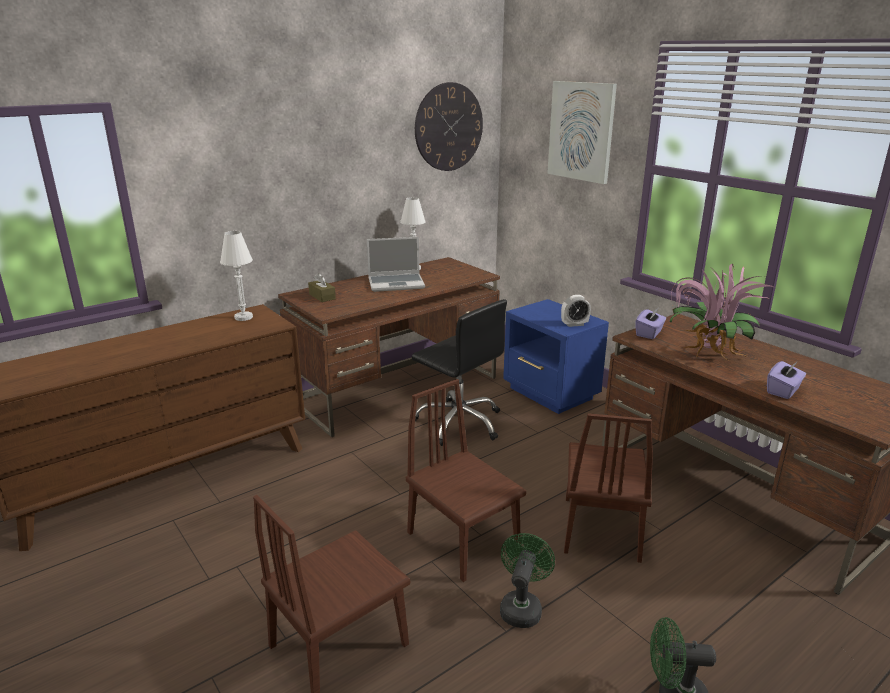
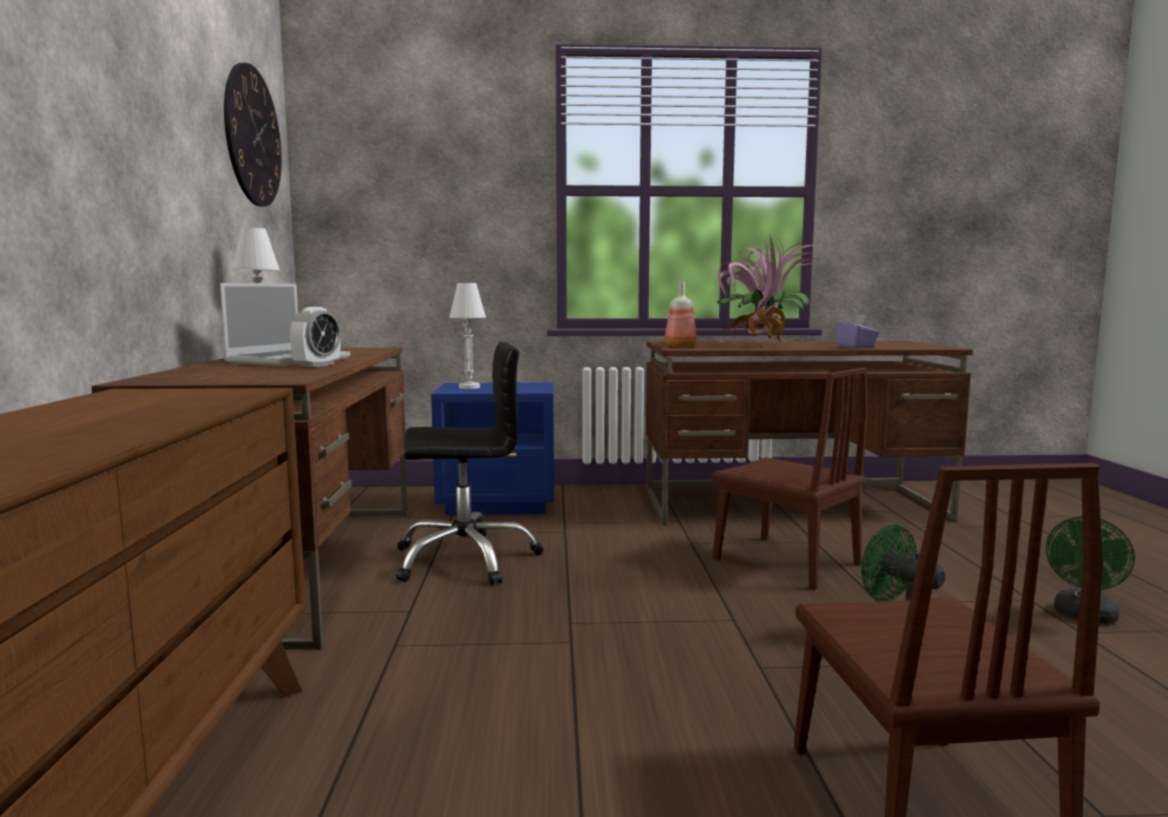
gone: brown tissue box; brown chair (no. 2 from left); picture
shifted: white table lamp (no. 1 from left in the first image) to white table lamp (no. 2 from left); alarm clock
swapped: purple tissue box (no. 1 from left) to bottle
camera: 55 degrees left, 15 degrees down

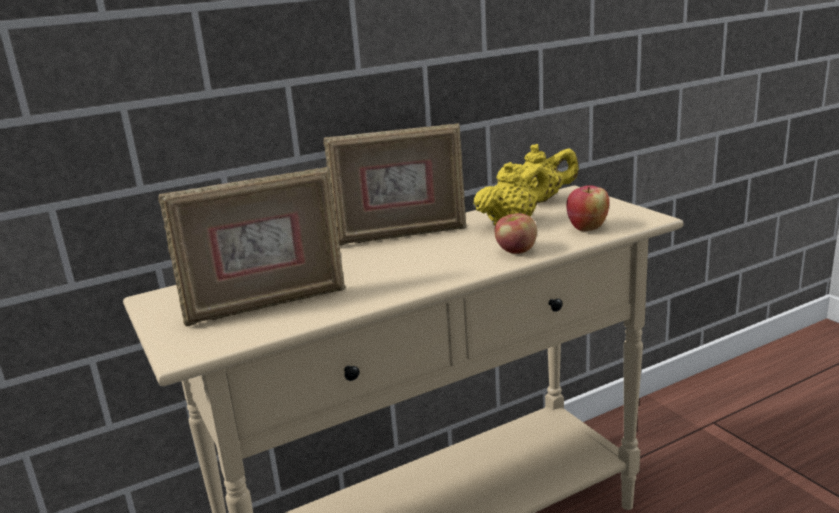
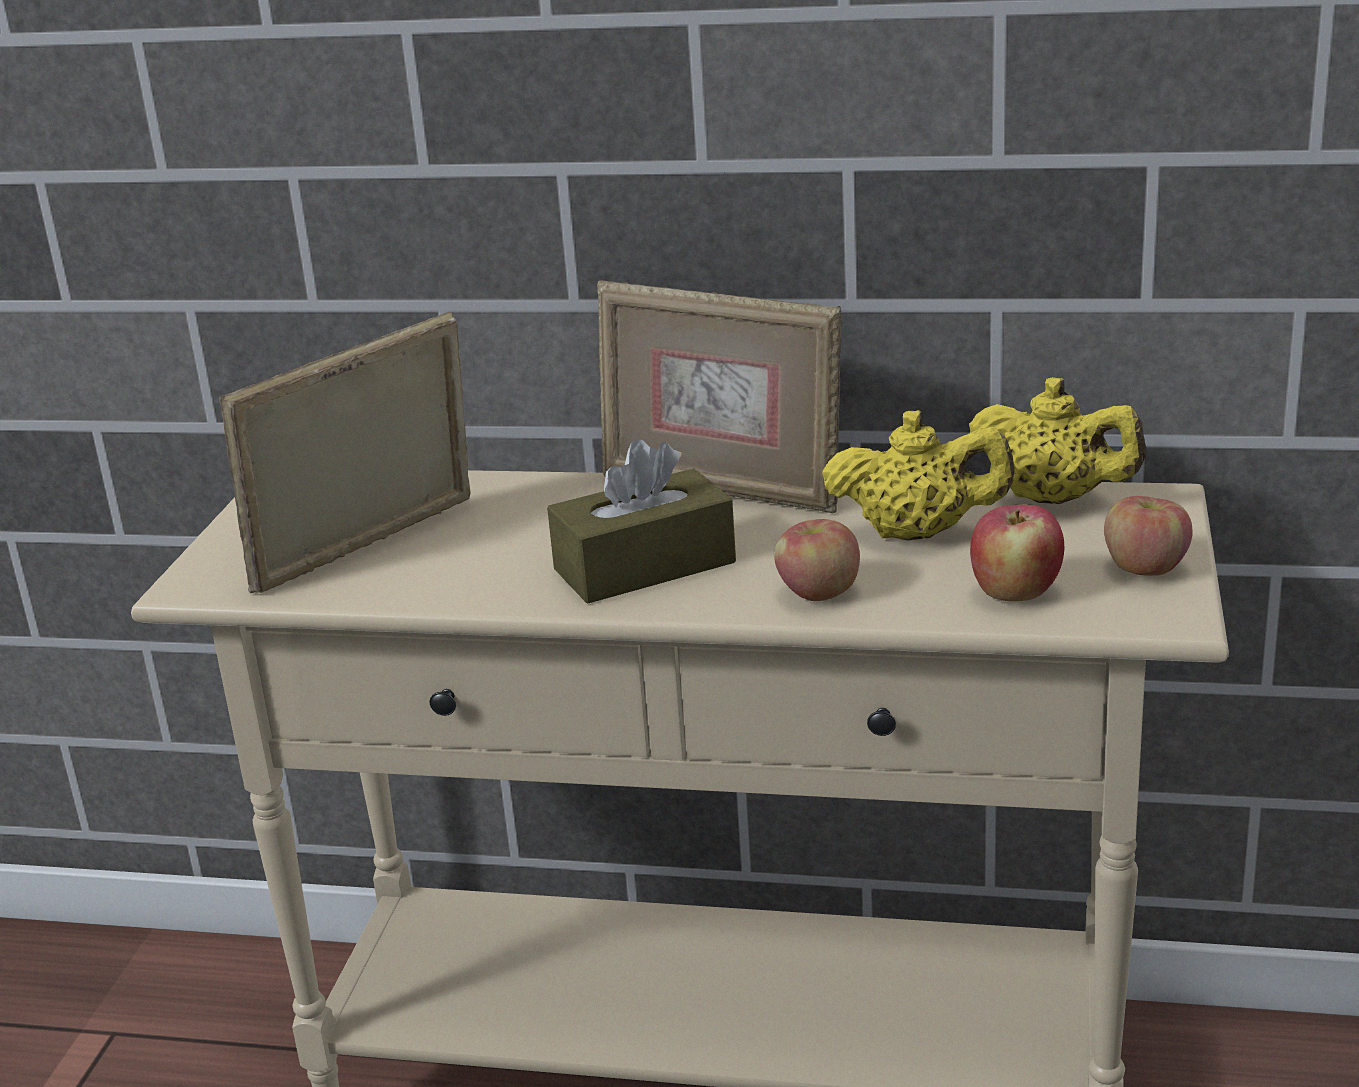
new: brown tissue box; apple (no. 3 from left)
rotated: picture frame (no. 1 from left) 120 degrees clockwise
camera: 40 degrees right, 5 degrees up

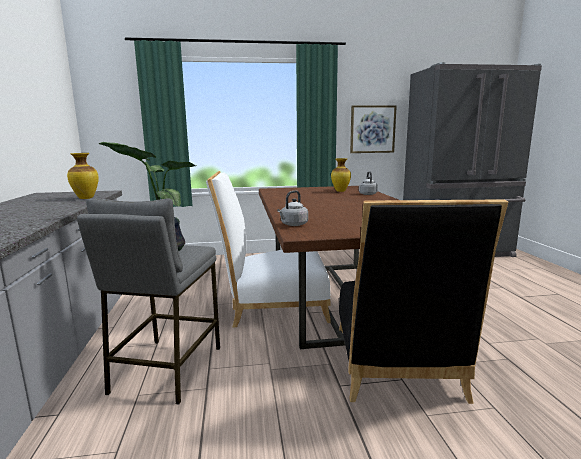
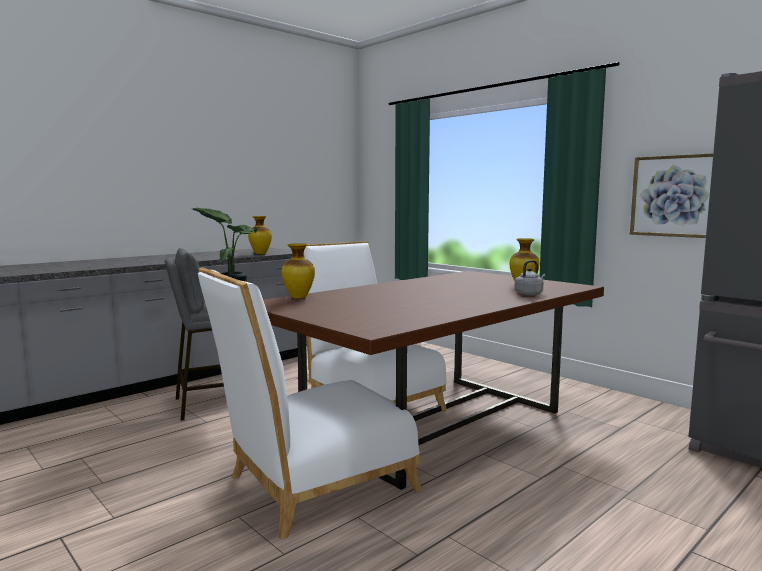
swapped: grey kettle (no. 1 from left) to vase (no. 2 from left)
repainted: black chair to white chair (no. 1 from left)
camera: 55 degrees right, 5 degrees down

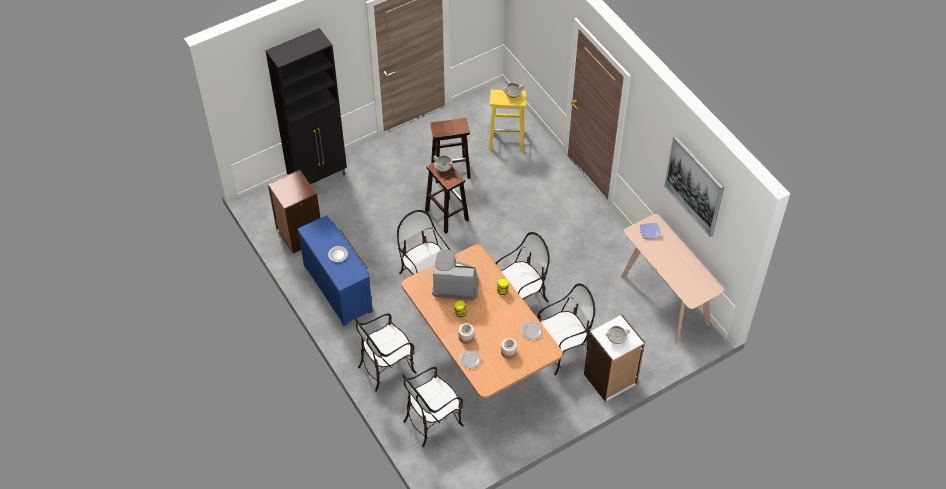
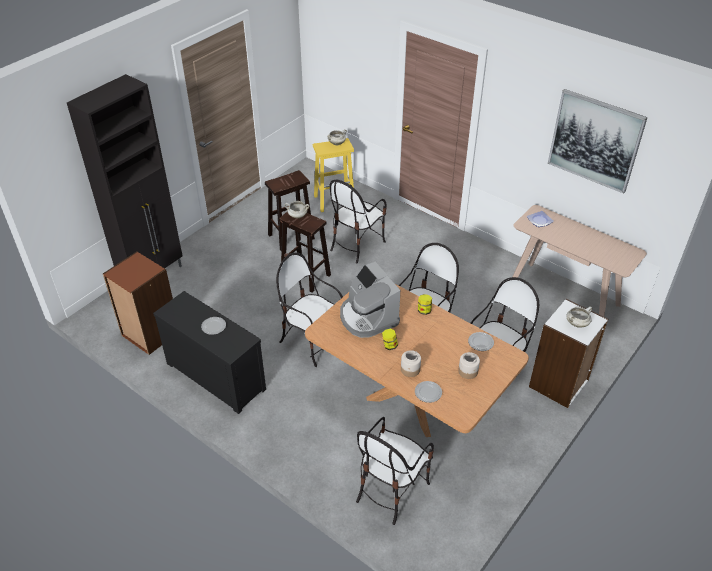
shifted: chair (no. 1 from left in the first image) to chair (no. 2 from left)
repainted: blue dresser to black dresser
rotated: coffee machine 105 degrees counterclockwise
camera: 20 degrees left, 10 degrees down

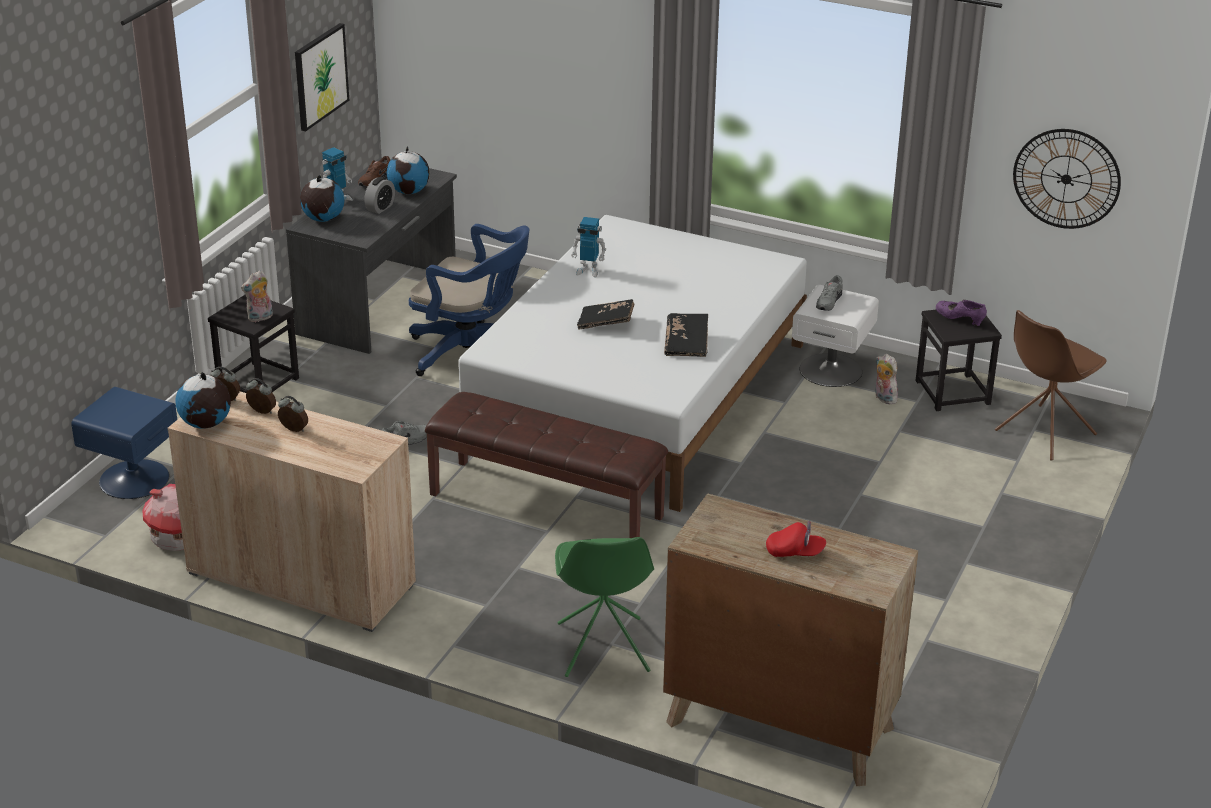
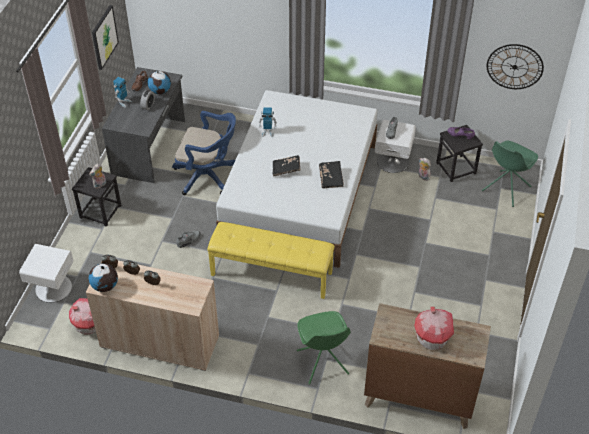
gone: globe (no. 2 from left)
swapped: red cap to toy house (no. 2 from left)
repainted: blue nightstand to white nightstand (no. 1 from left); brown bench to yellow bench; brown chair to green chair (no. 2 from left)
camera: 10 degrees left, 15 degrees up

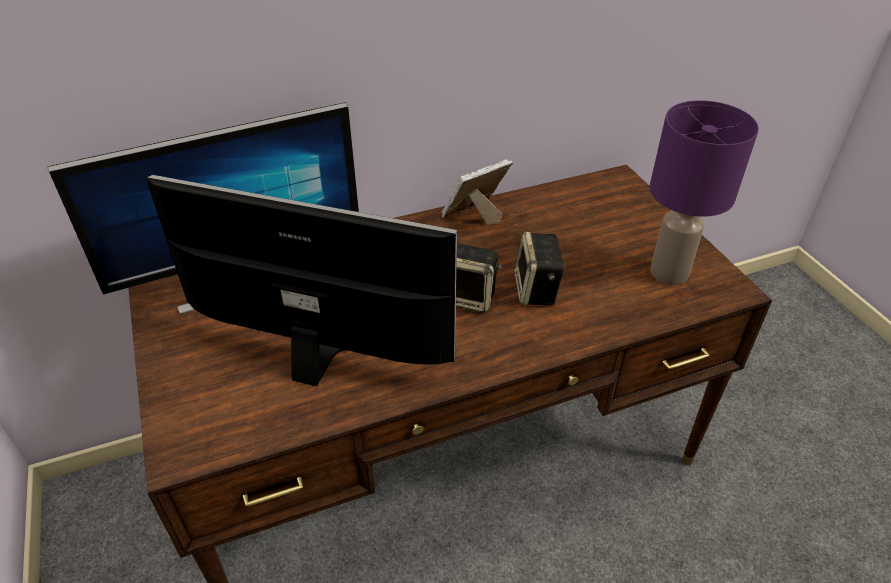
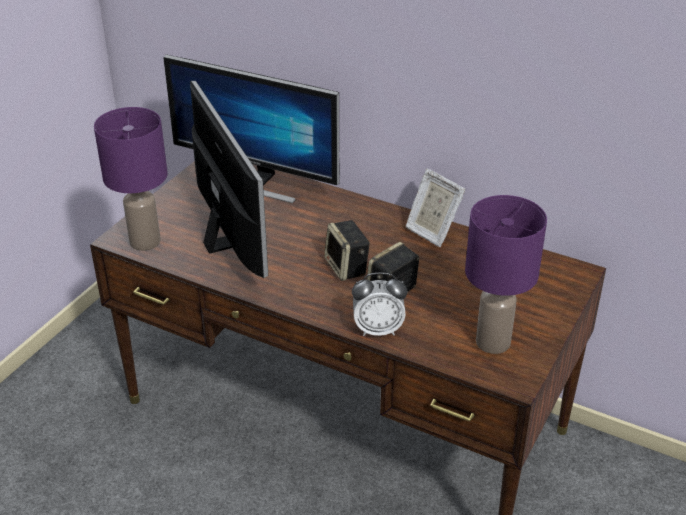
new: purple table lamp (no. 1 from left); alarm clock
rotated: picture frame 150 degrees counterclockwise
camera: 50 degrees right, 5 degrees down

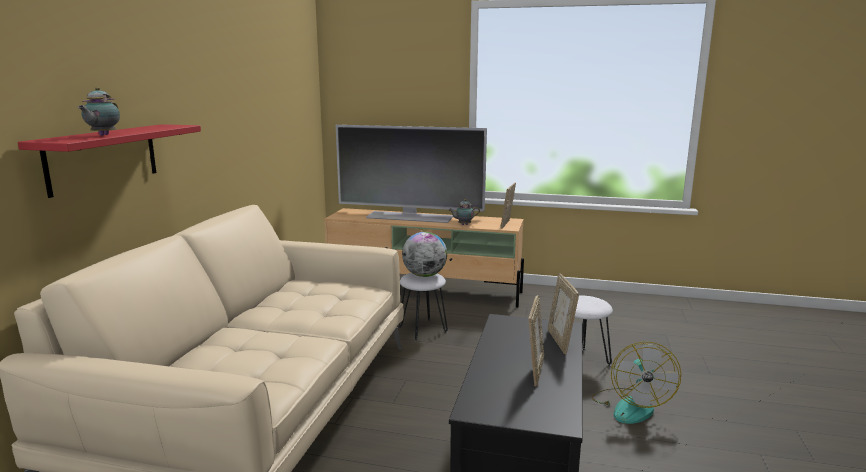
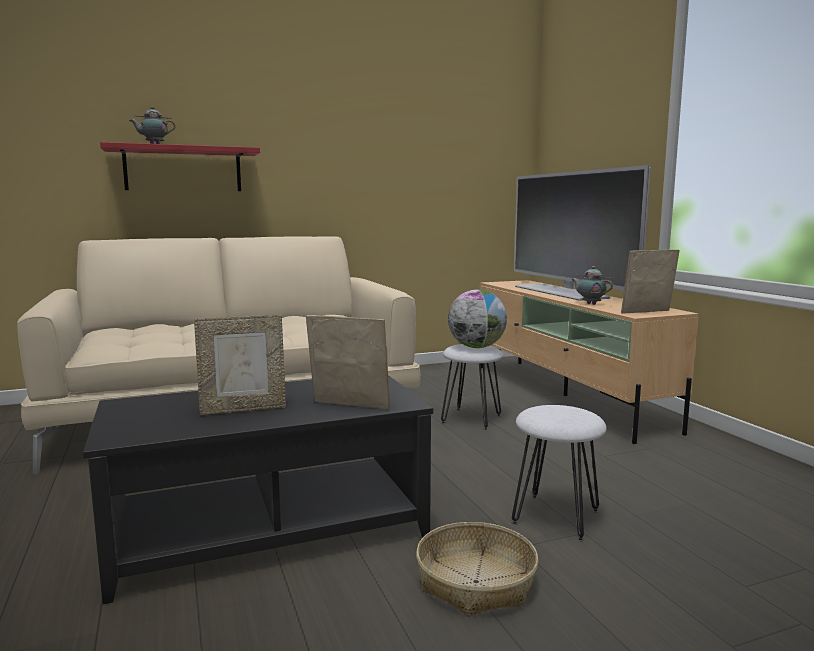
swapped: fan to basket
rotated: picture frame (no. 3 from left in the first image) 60 degrees clockwise
camera: 55 degrees right, 5 degrees down

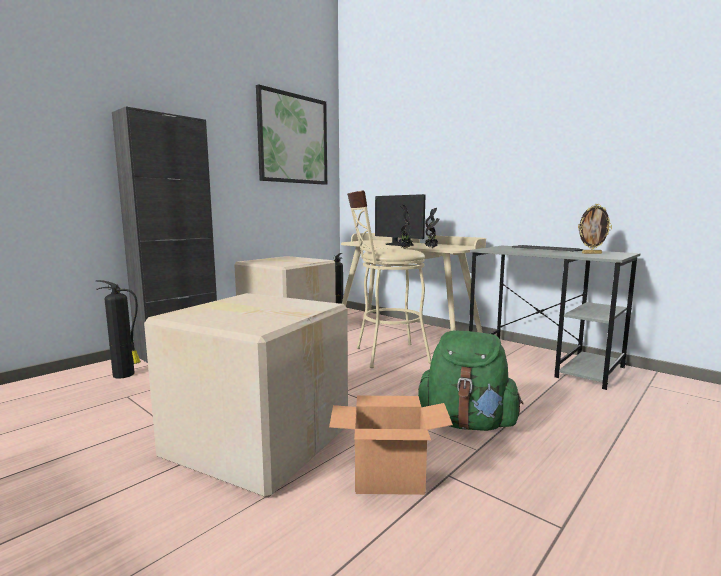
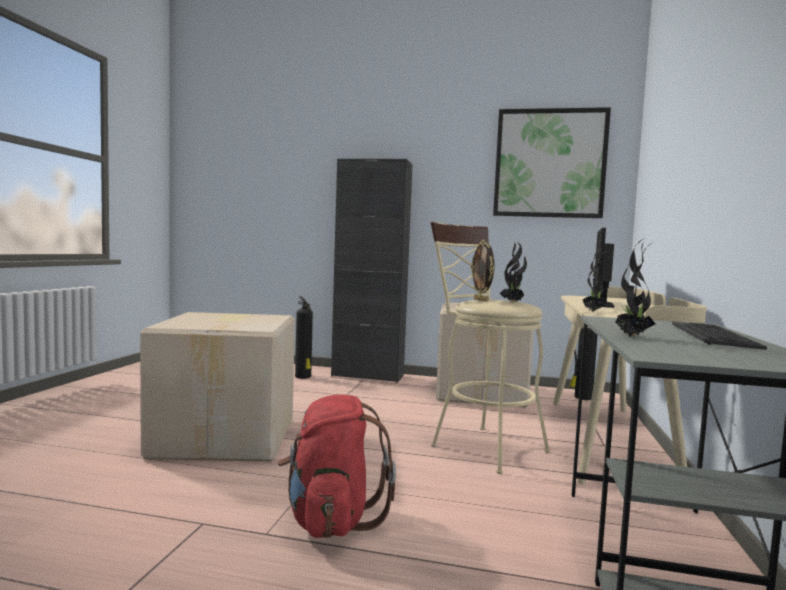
gone: cardboard box (no. 3 from left)
new: potted plant (no. 3 from left)
shifted: picture frame
repainted: green backpack to red backpack
camera: 60 degrees right, 5 degrees down

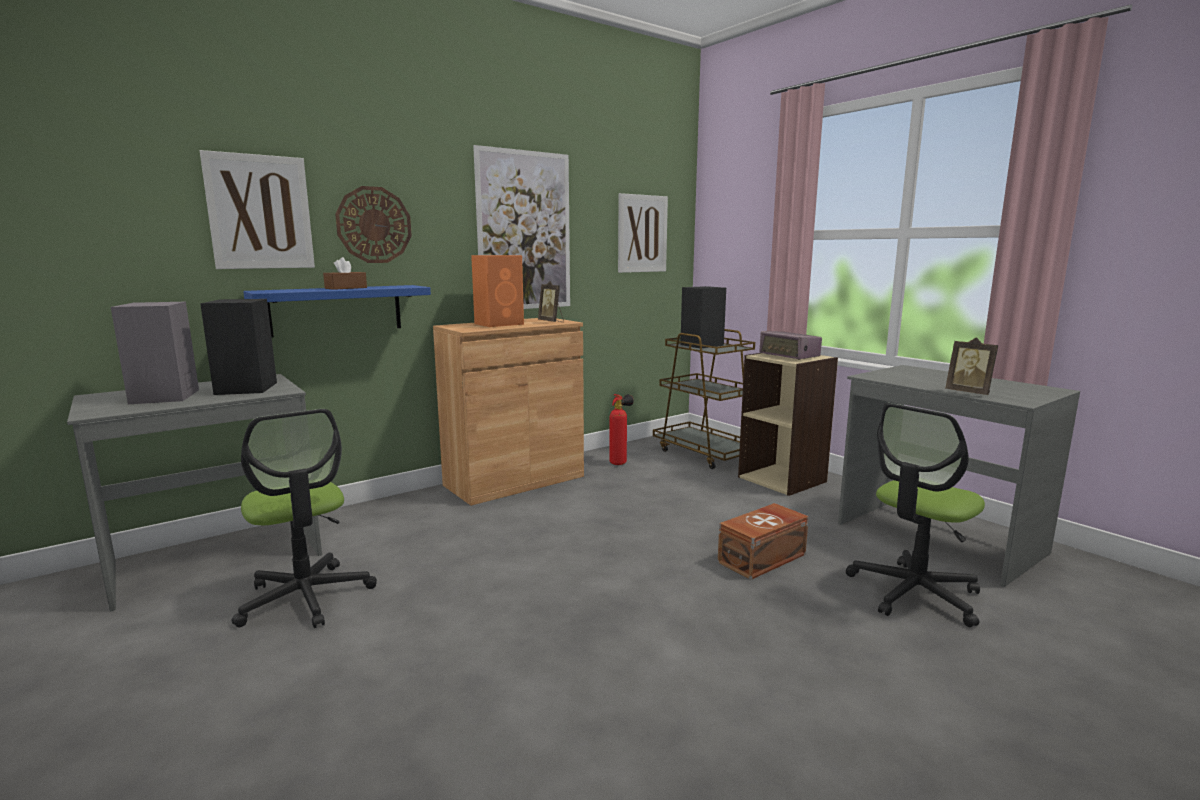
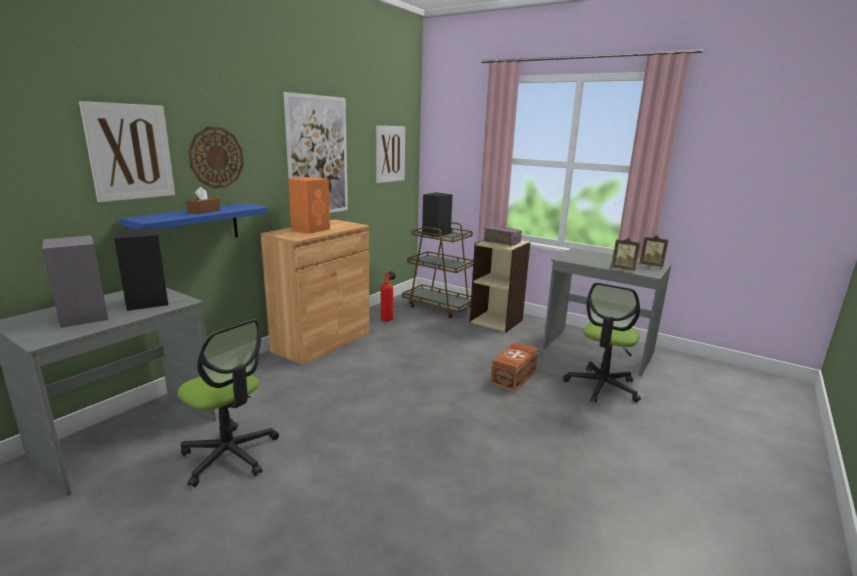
shifted: picture frame (no. 1 from left in the first image) to picture frame (no. 2 from left)
camera: 20 degrees left, 5 degrees up

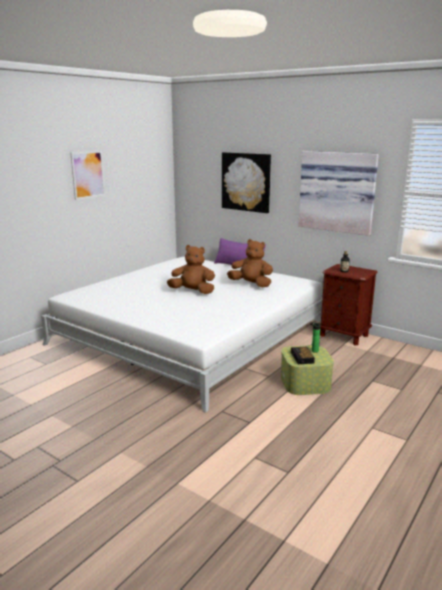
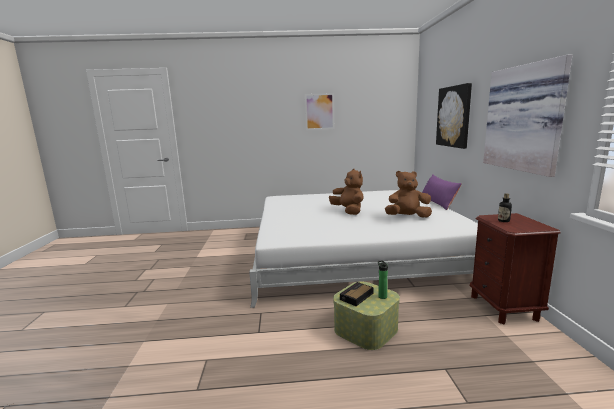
rotated: brown plush toy (no. 2 from left) 75 degrees counterclockwise
camera: 50 degrees right, 5 degrees down

